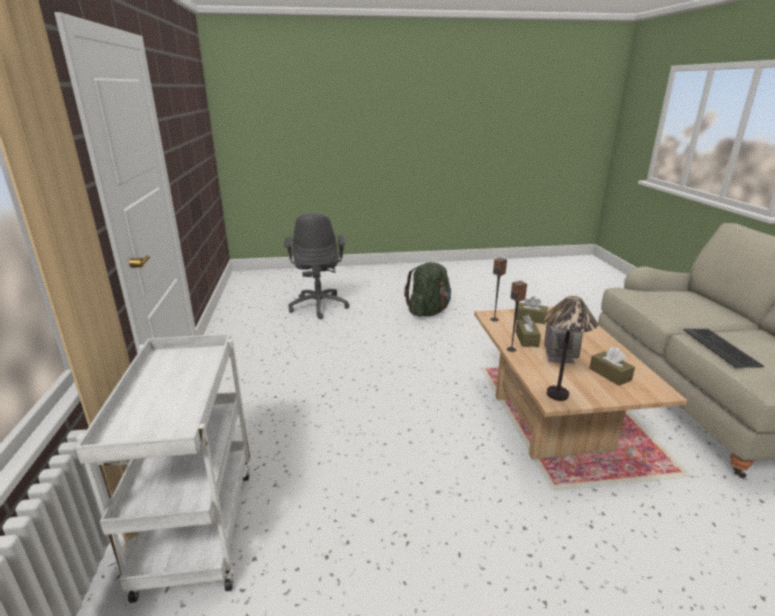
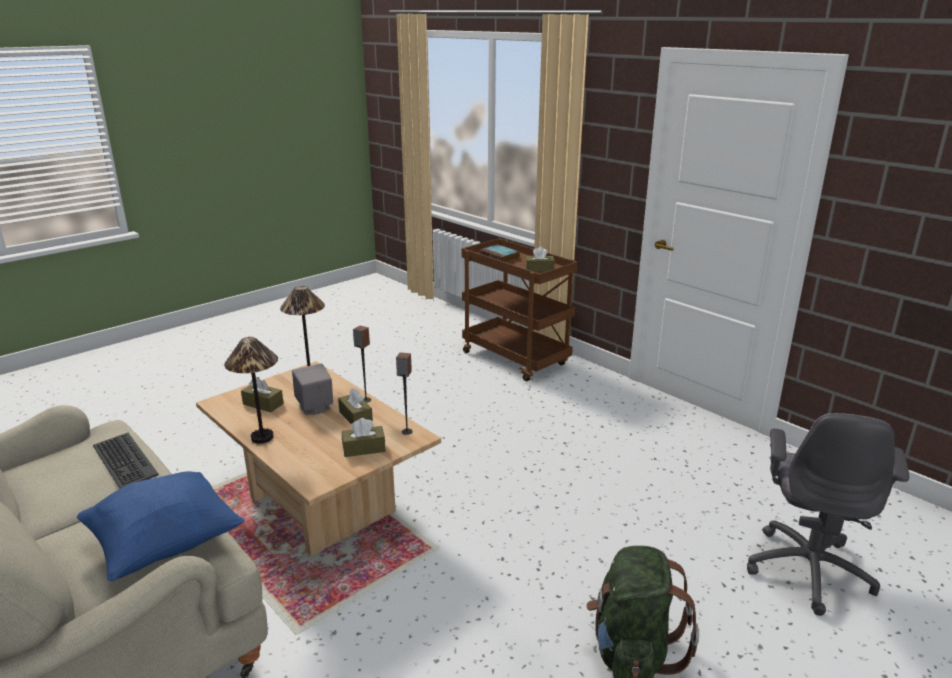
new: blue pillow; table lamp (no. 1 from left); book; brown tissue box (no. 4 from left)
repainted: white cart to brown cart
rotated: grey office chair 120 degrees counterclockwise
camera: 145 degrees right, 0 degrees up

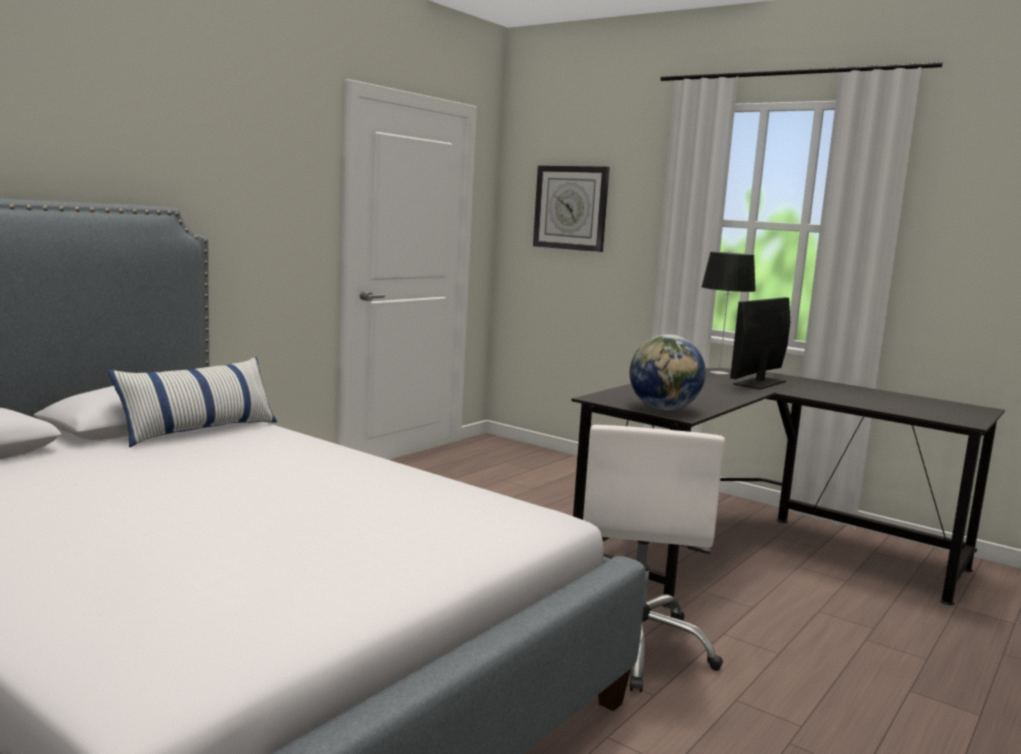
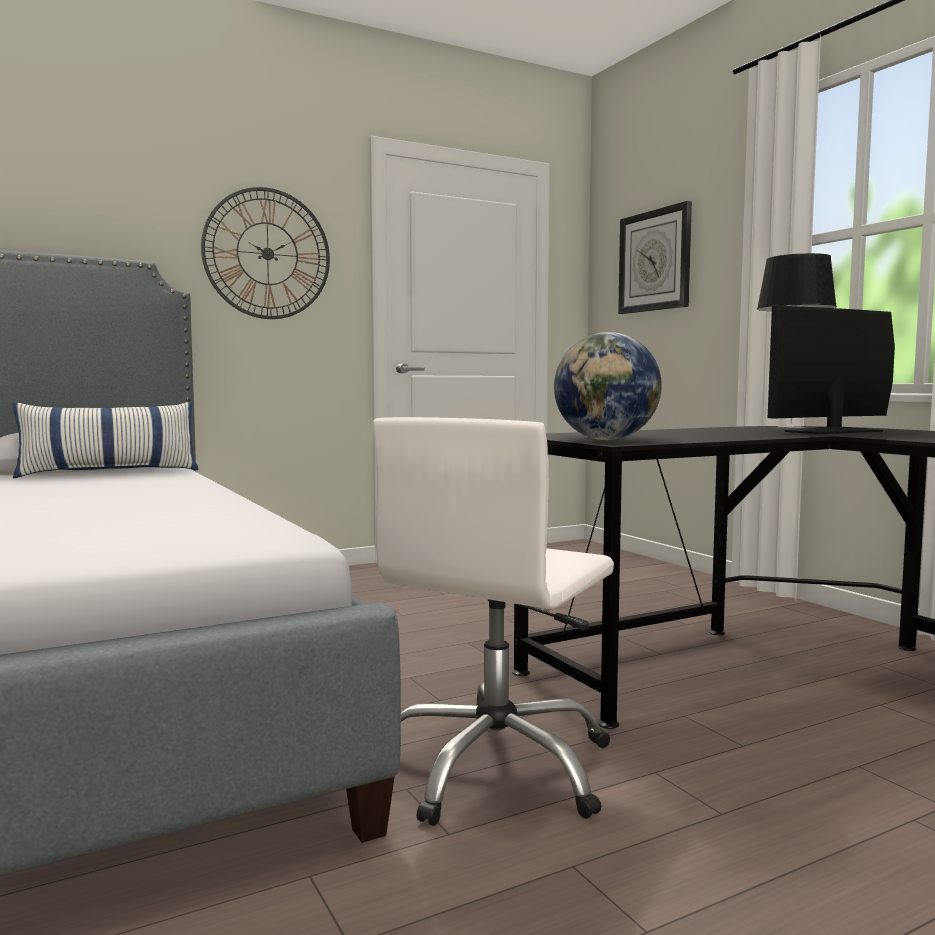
new: wall clock (no. 1 from left)
camera: 25 degrees right, 5 degrees down

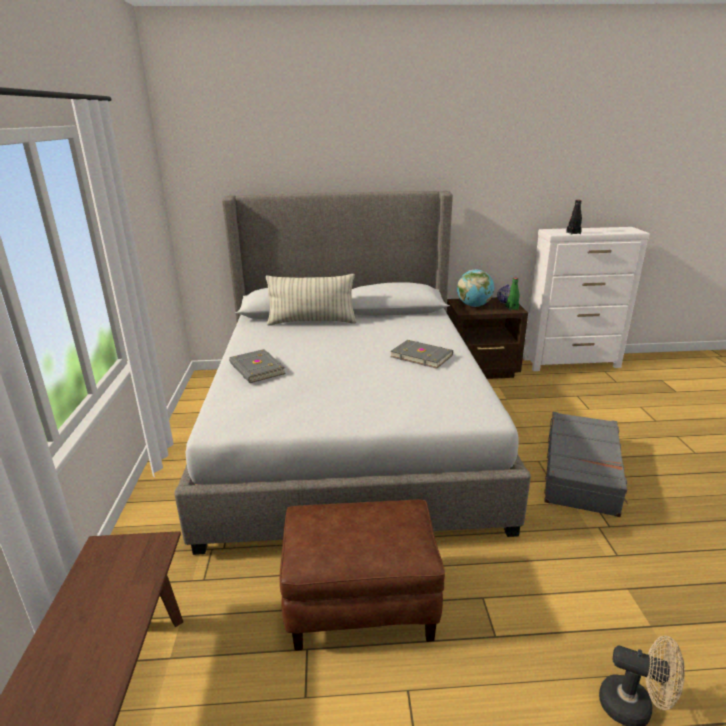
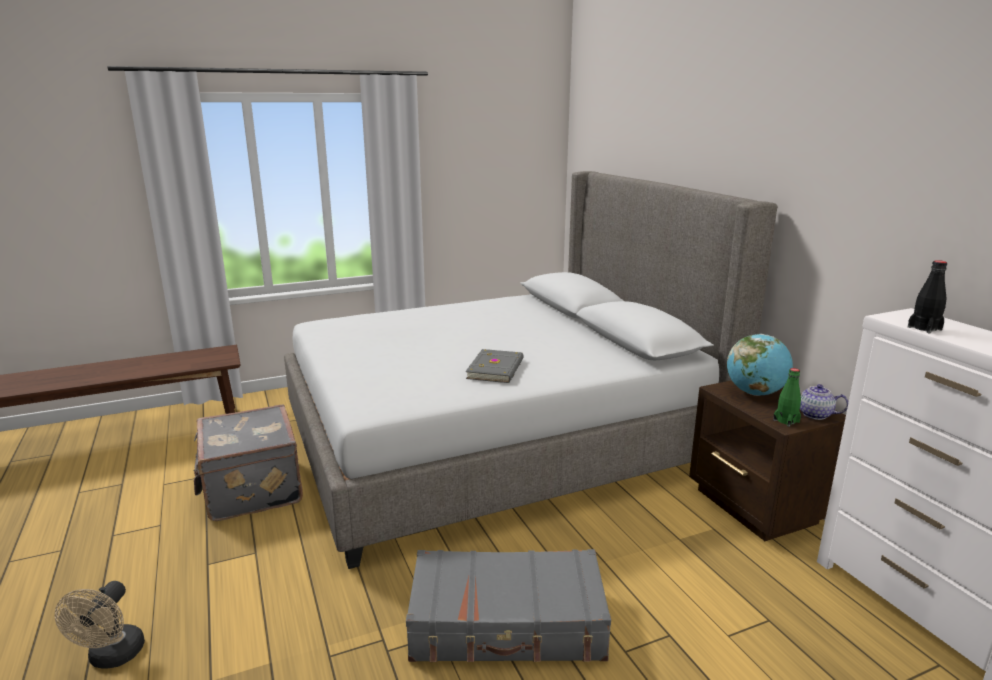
gone: grey book (no. 1 from left); pillow
swapped: brown ottoman to grey suitcase (no. 1 from left)
camera: 70 degrees right, 5 degrees down

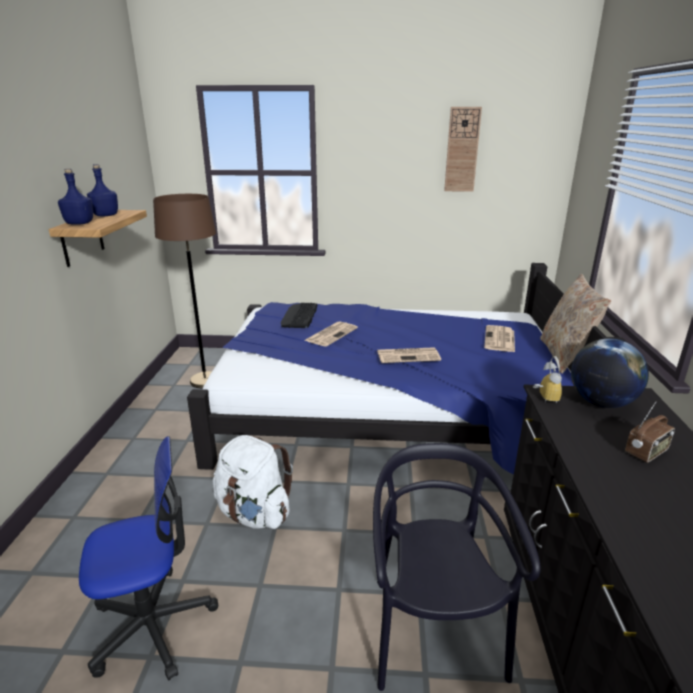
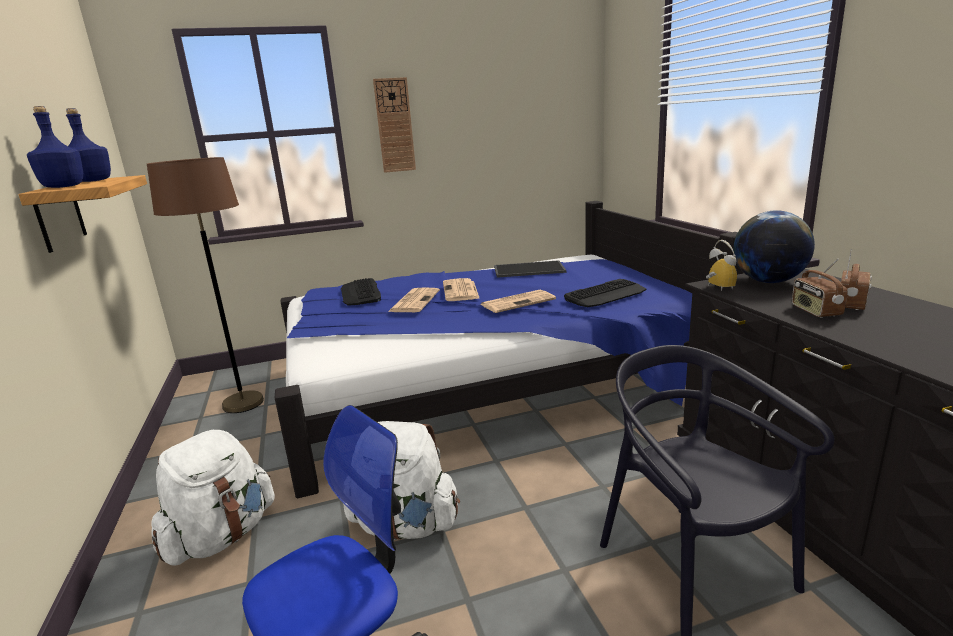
gone: beige pillow
new: white backpack (no. 1 from left); tray; keyboard (no. 2 from left); radio (no. 1 from left)
shifted: wall clock; newspaper (no. 3 from left in the first image) to newspaper (no. 2 from left)
camera: 20 degrees left, 5 degrees down

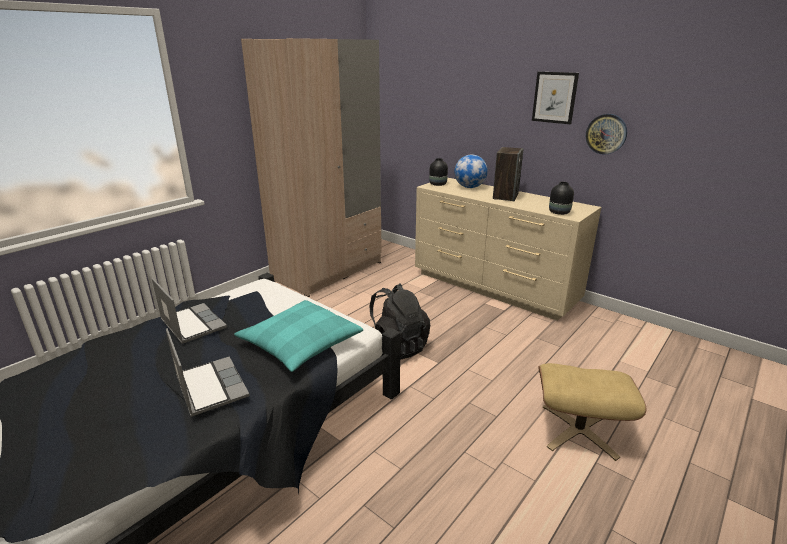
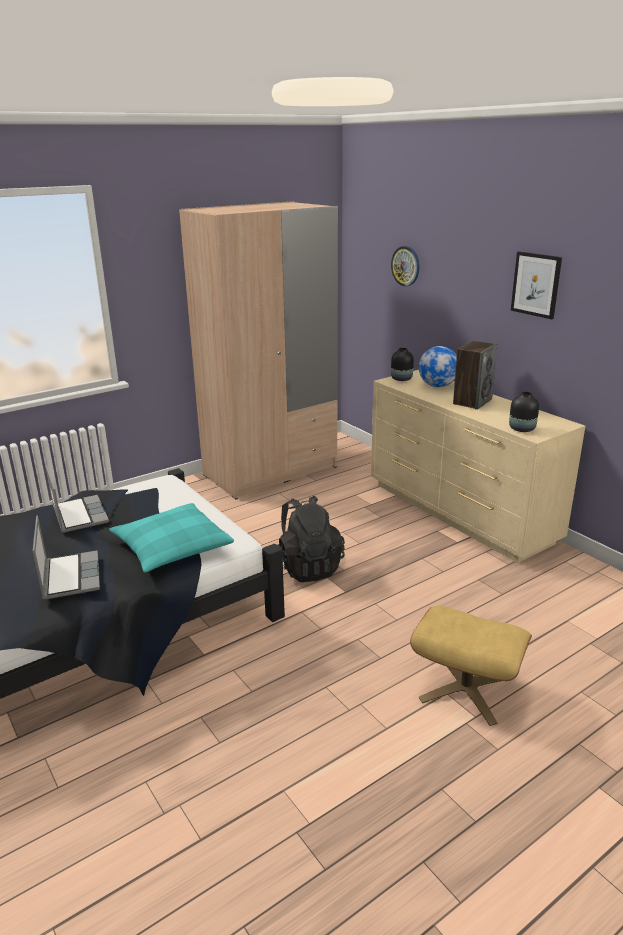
shifted: wall clock
camera: 15 degrees right, 0 degrees up

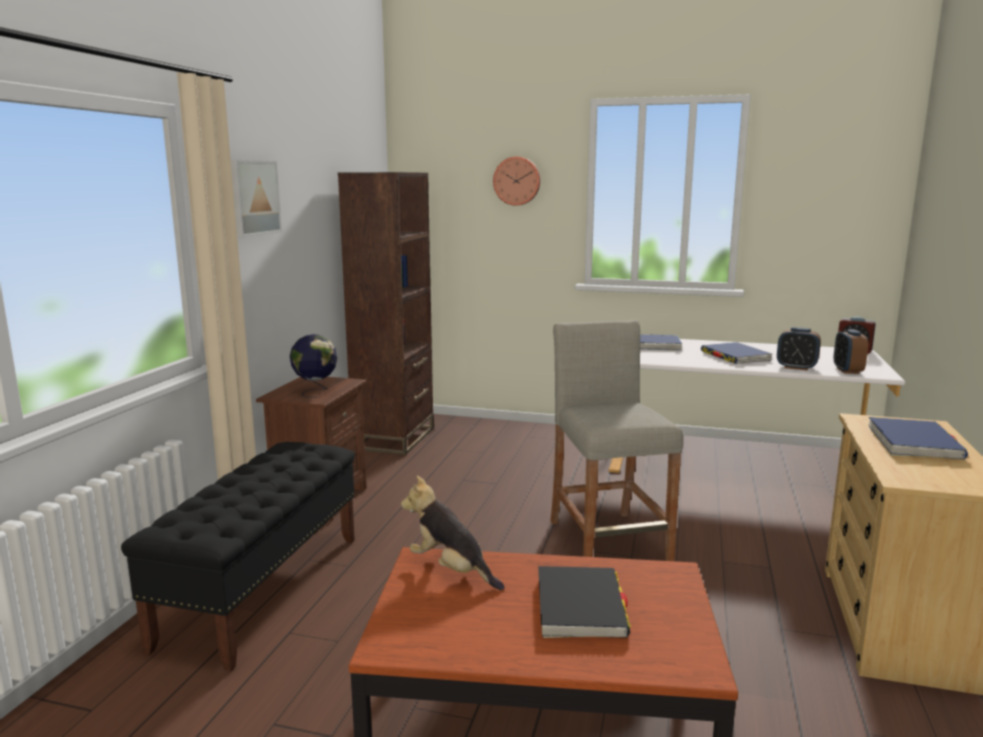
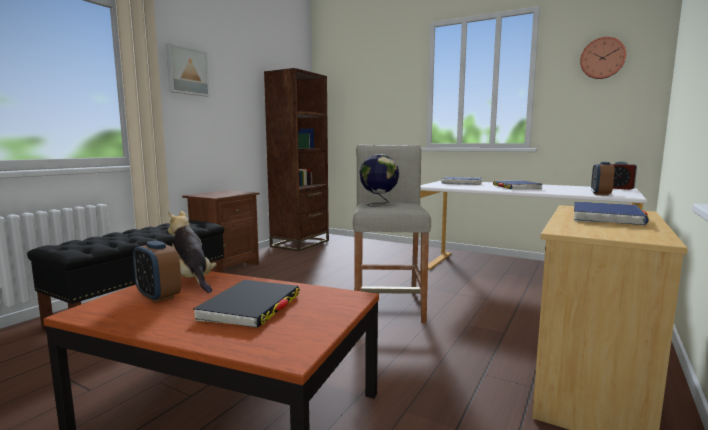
shifted: globe; wall clock; alarm clock (no. 1 from left)
camera: 15 degrees right, 5 degrees down

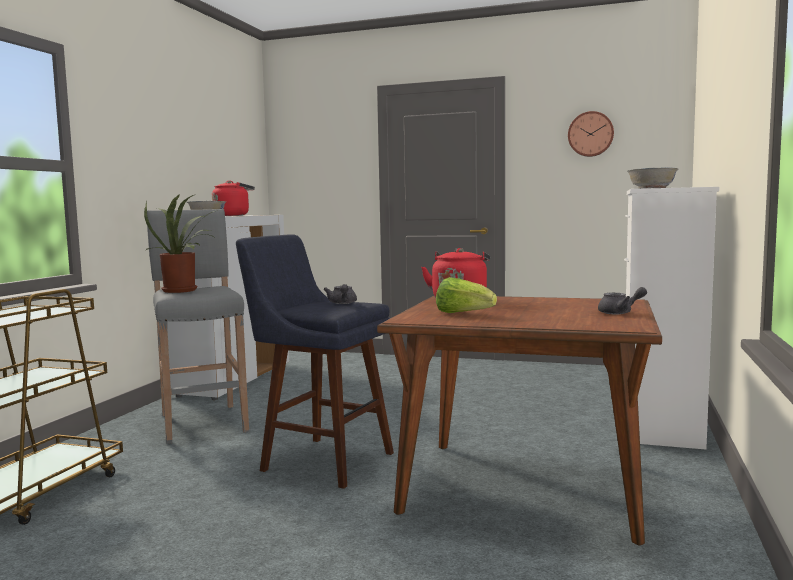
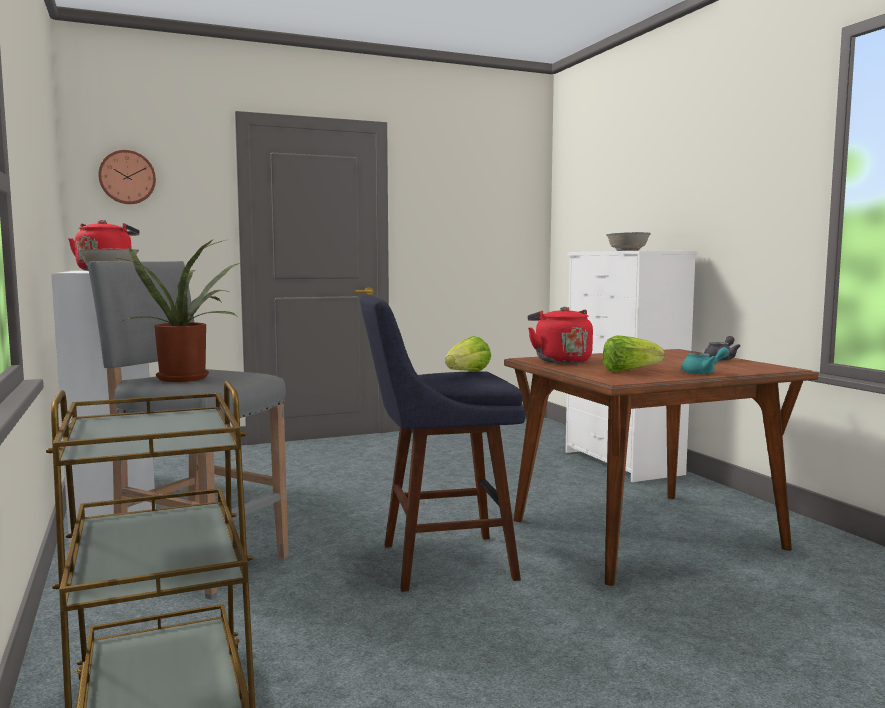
new: turquoise teapot
shifted: wall clock
swapped: grey teapot (no. 1 from left) to lettuce (no. 1 from left)
camera: 40 degrees left, 0 degrees up

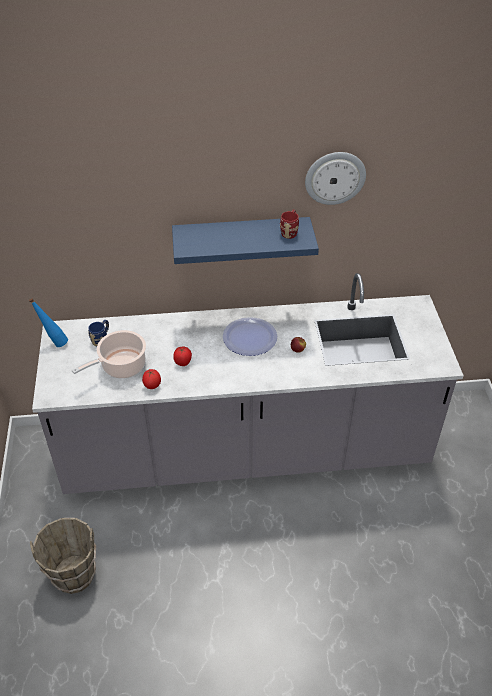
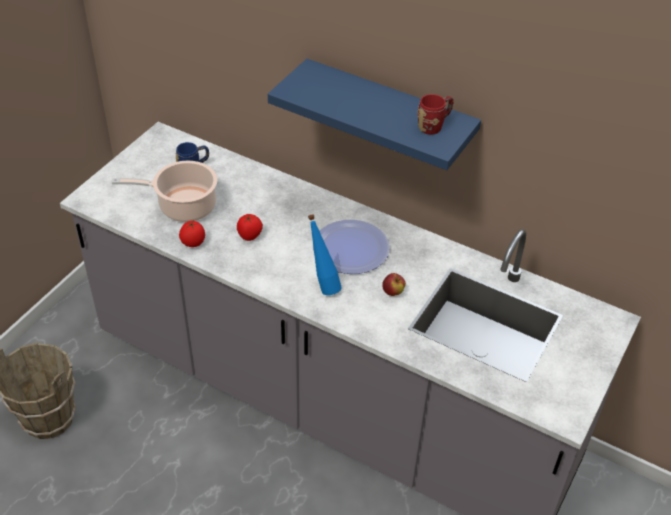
gone: wall clock
shifted: blue bottle
camera: 35 degrees right, 0 degrees up

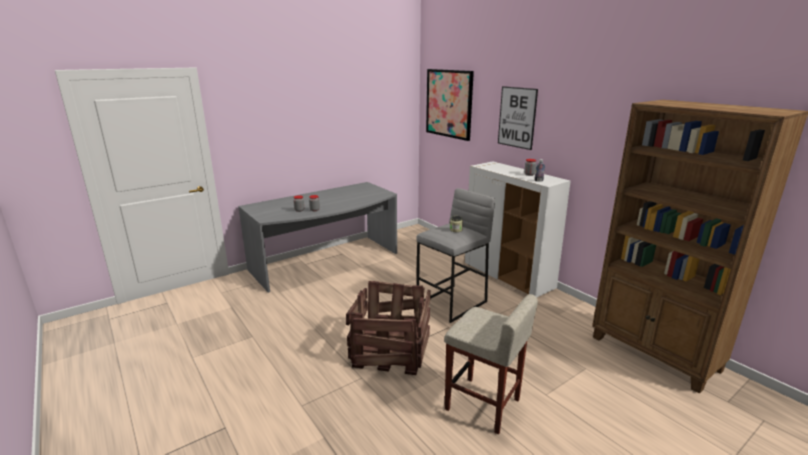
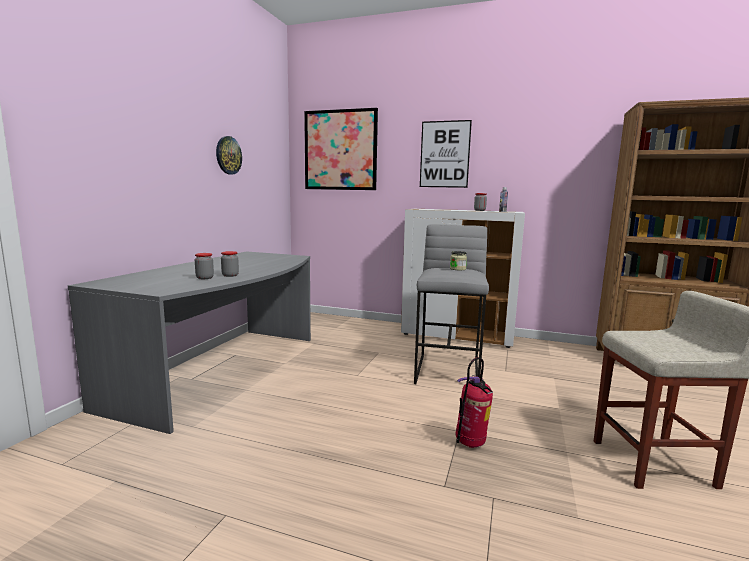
new: wall clock
swapped: crate to fire extinguisher
camera: 35 degrees left, 10 degrees down

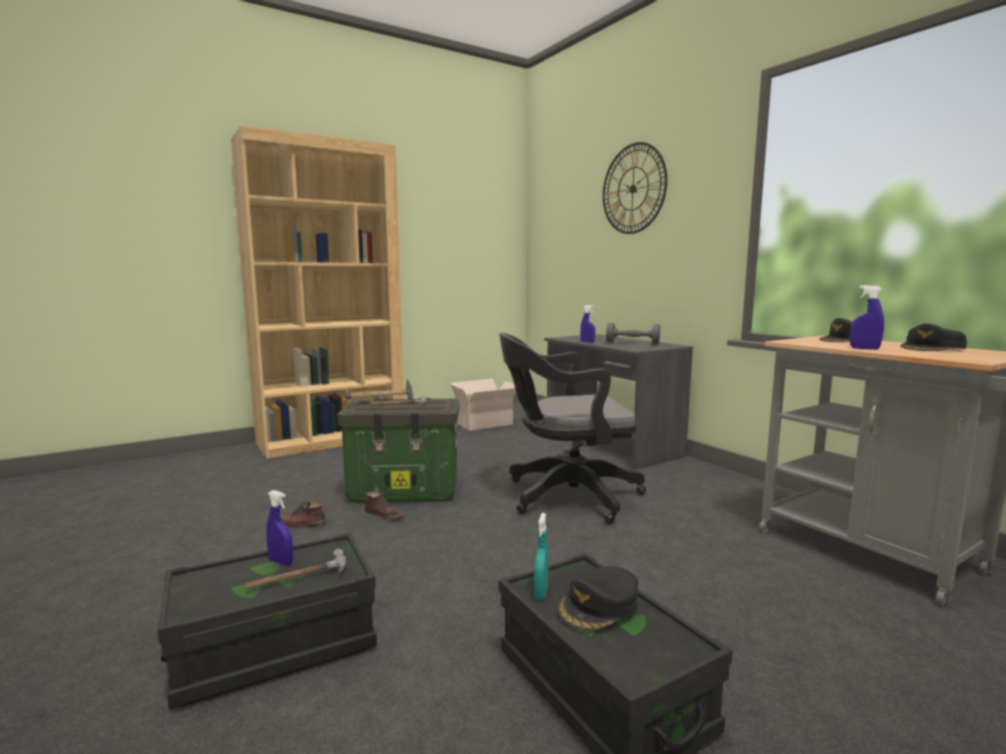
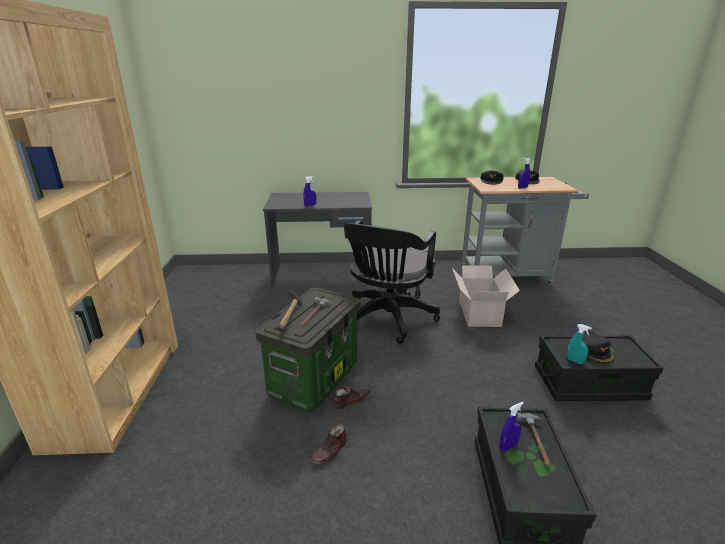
gone: wall clock; grey dumbbell
shifted: cardboard box
camera: 60 degrees left, 15 degrees up

